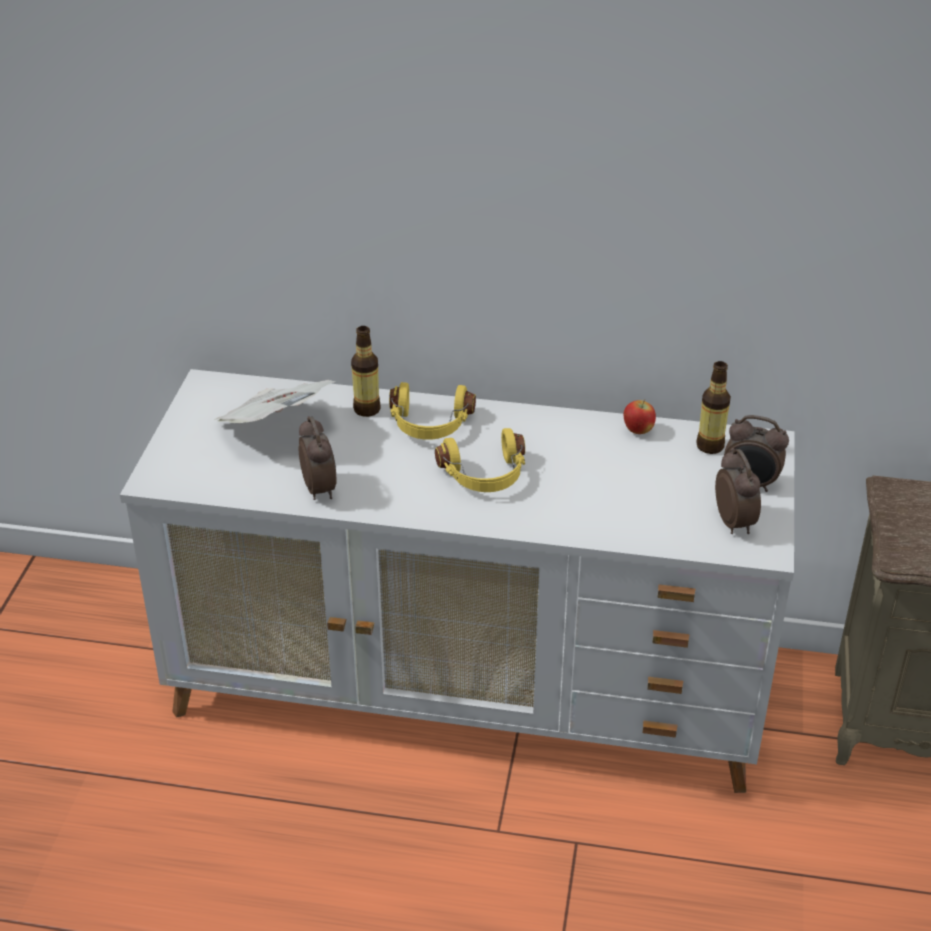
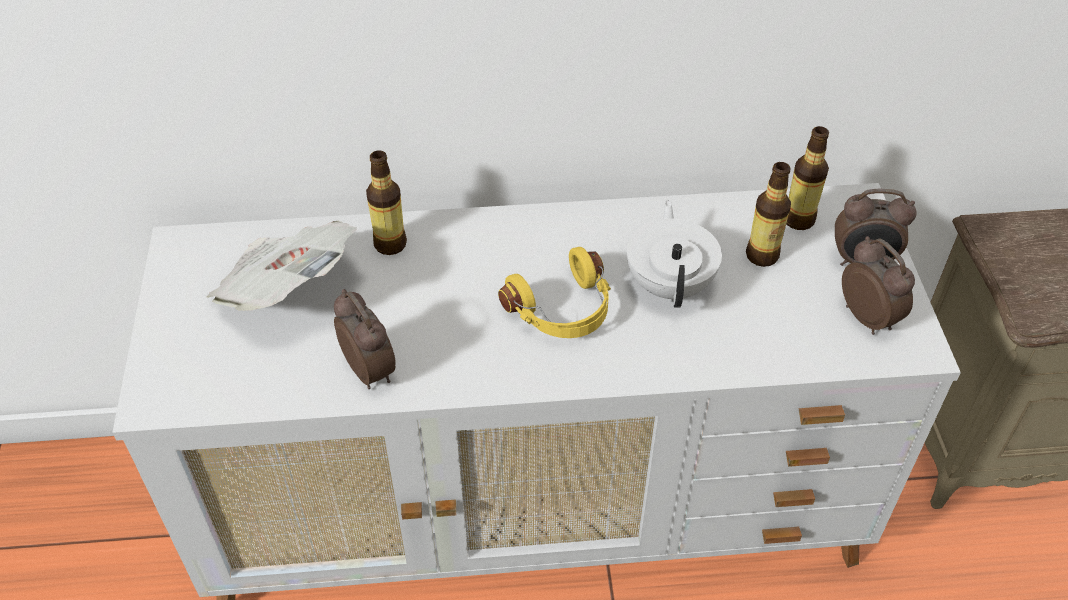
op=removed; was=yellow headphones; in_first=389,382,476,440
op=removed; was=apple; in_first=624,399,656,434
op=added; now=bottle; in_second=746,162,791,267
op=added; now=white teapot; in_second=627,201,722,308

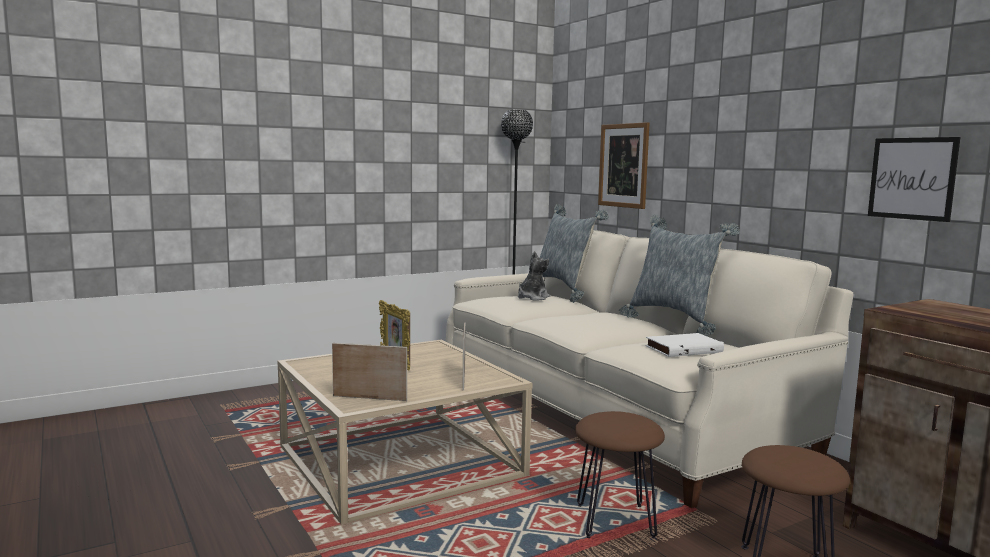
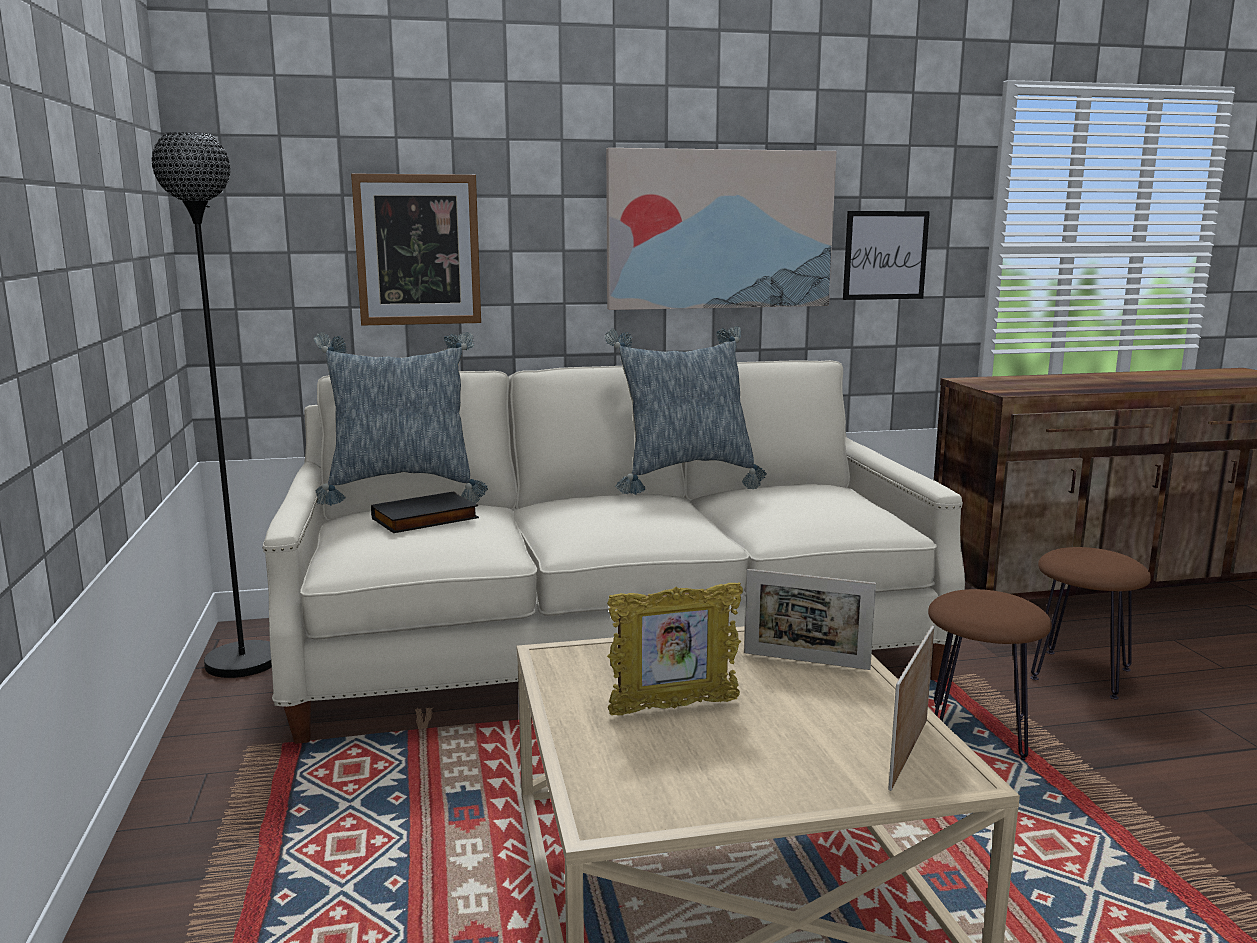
op=replaced; was=plush toy; now=black book; in_first=518,251,550,301; in_second=371,491,479,533
op=removed; was=white book; in_first=645,333,724,357
op=added; now=picture; in_second=606,148,837,310

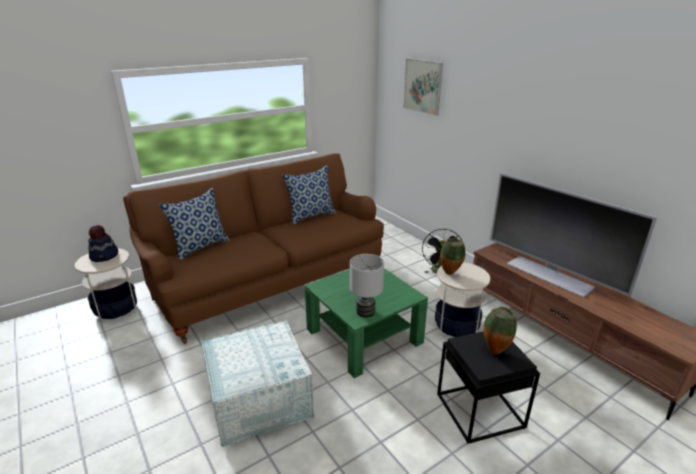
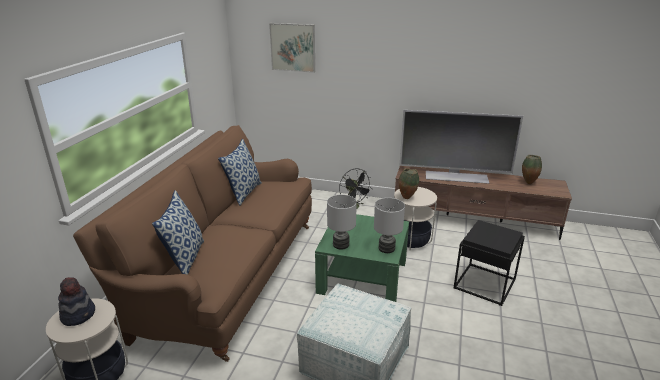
op=moved; was=vase; in_first=483,306,517,354; in_second=522,155,542,184
op=added; now=grey table lamp; in_second=327,194,357,250

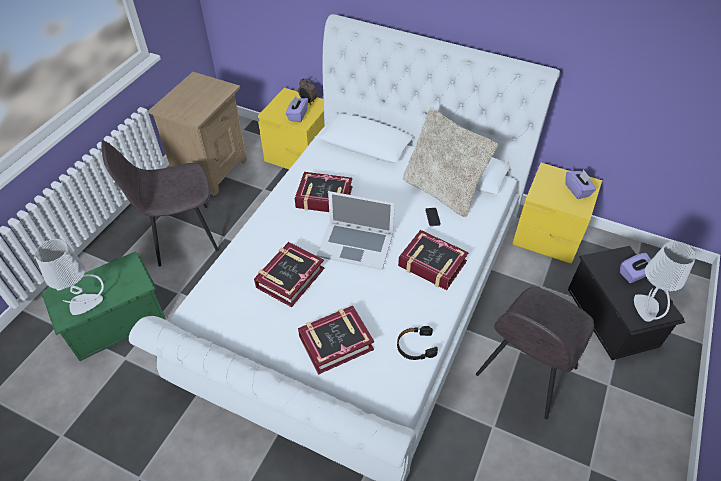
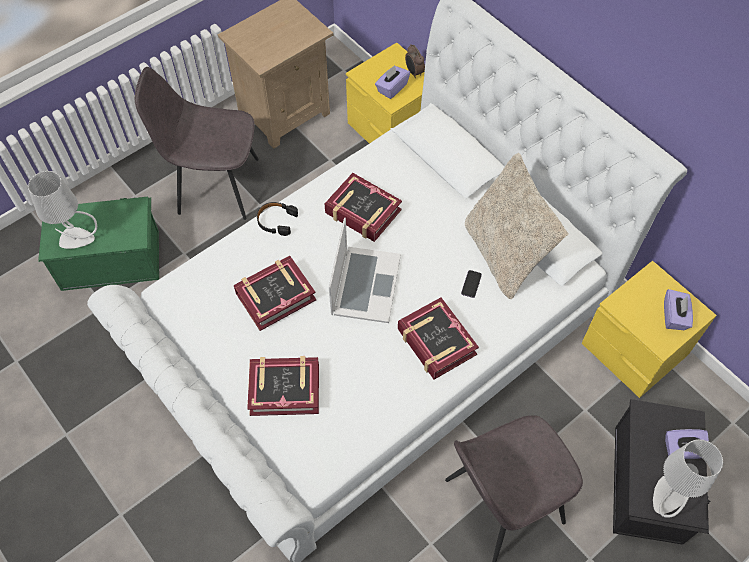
op=turned; was=laptop; in_first=317,191,395,270; in_second=329,218,401,323; clockwise=-120
op=moved; was=black headphones; in_first=397,326,438,360; in_second=257,202,298,236

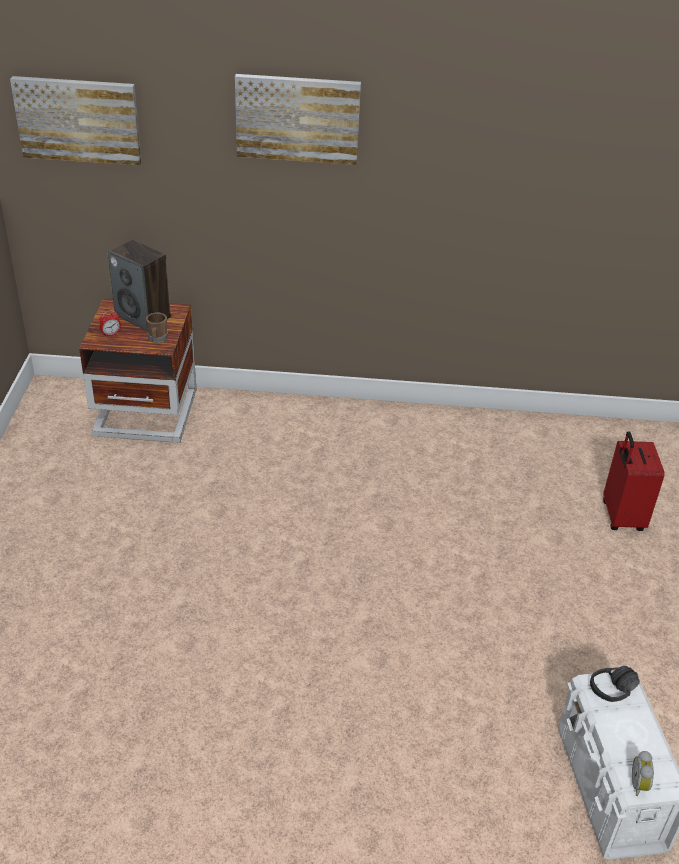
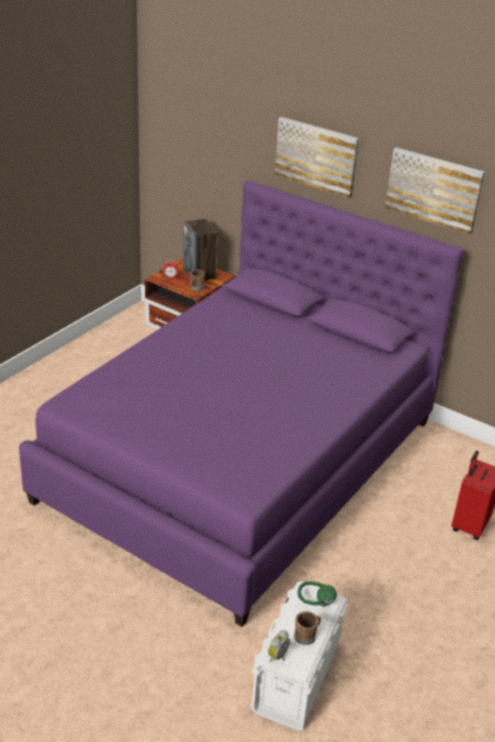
op=moved; was=picture; in_first=10,76,141,165; in_second=385,147,485,234
op=recoloured; was=black headphones; now=green headphones; in_first=590,666,640,702; in_second=298,581,337,607
op=added; now=purple bed; in_second=19,180,464,627
op=added; now=brown mug; in_second=294,611,321,645

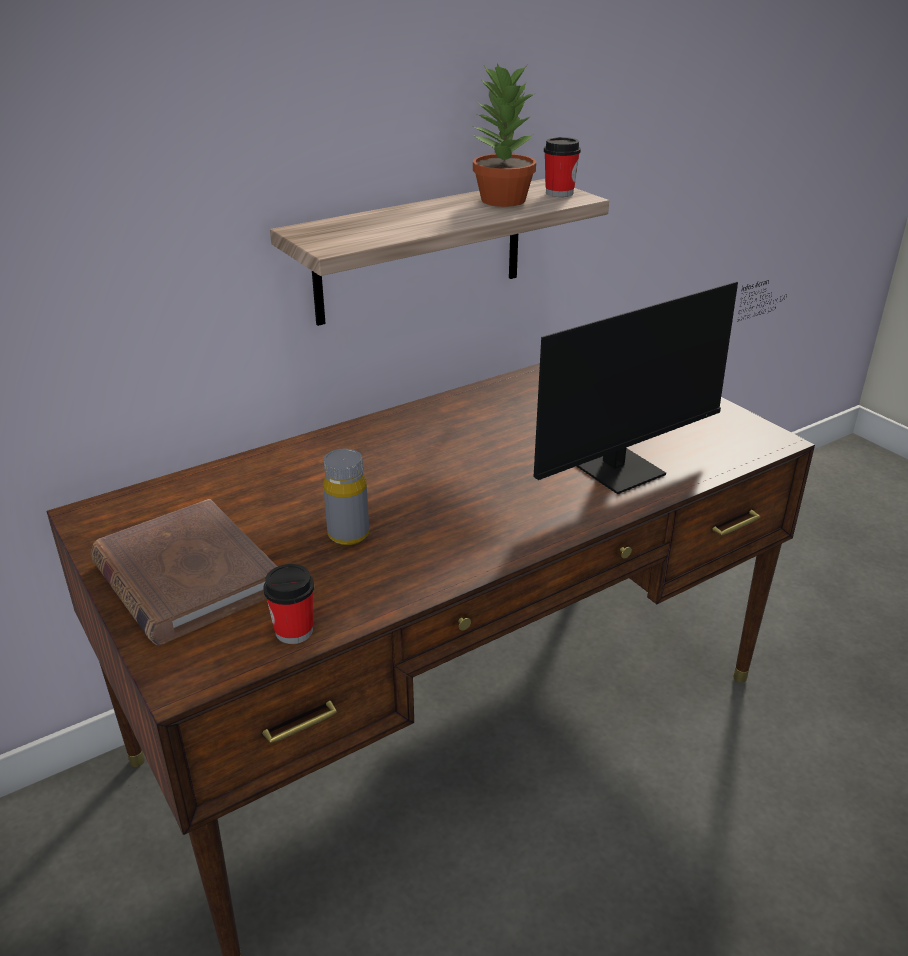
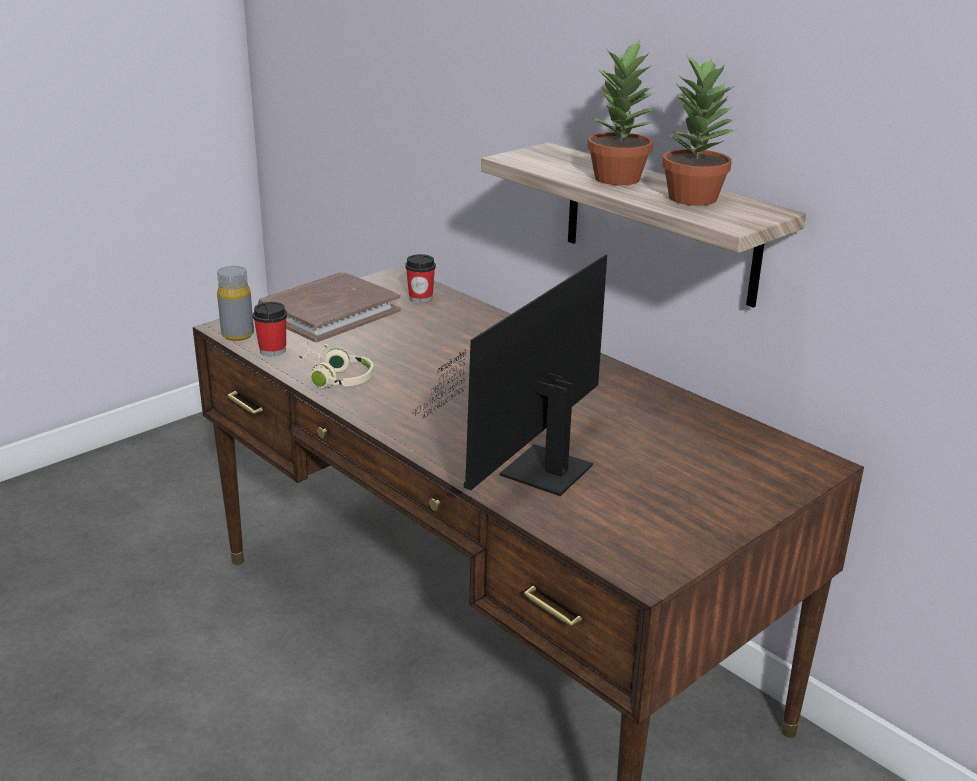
op=moved; was=cup; in_first=544,137,581,197; in_second=405,254,436,303
op=turned; was=monitor; in_first=534,280,785,494; in_second=413,254,607,496; clockwise=75
op=moved; was=grey bottle; in_first=323,449,369,545; in_second=217,266,254,341
op=added; now=potted plant; in_second=587,40,654,185
op=added; now=beige headphones; in_second=299,341,374,389

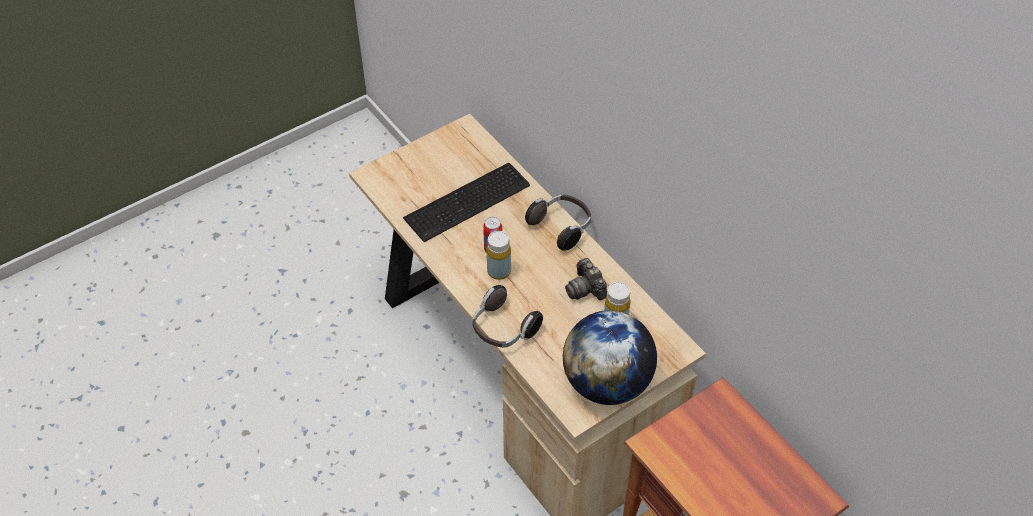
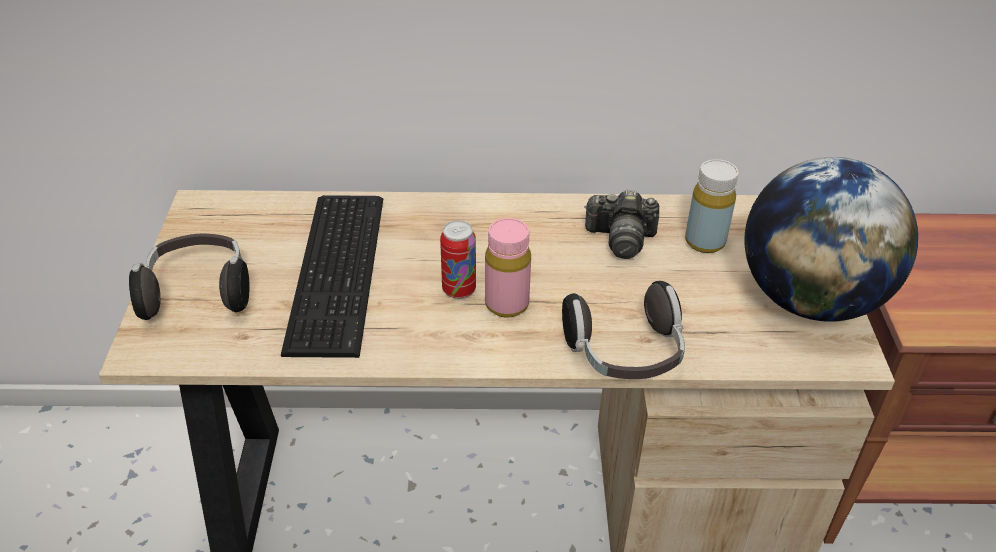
op=moved; was=headphones; in_first=525,194,591,251; in_second=129,233,250,320
op=recoloured; was=yellow bottle; now=pink bottle; in_first=487,231,511,280; in_second=485,218,531,318

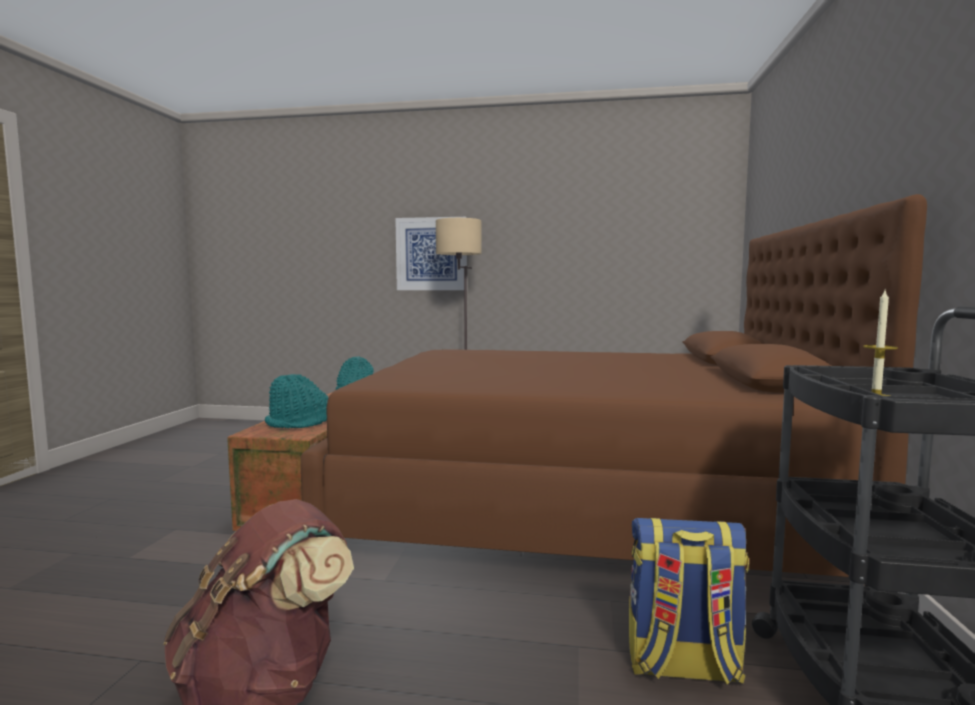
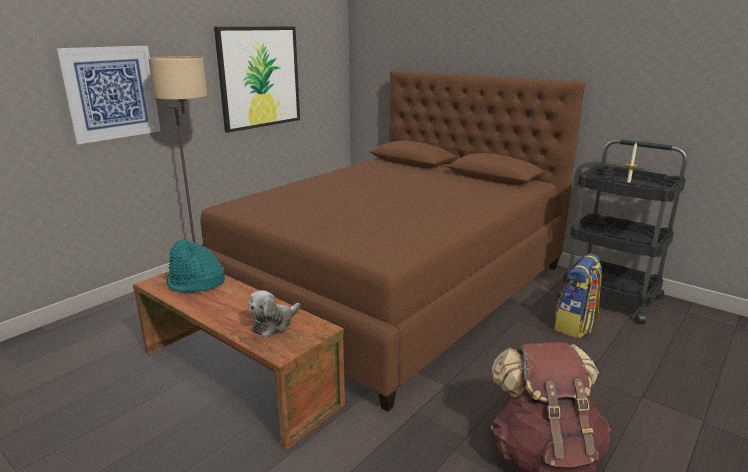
op=replaced; was=turquoise hat; now=plush toy; in_first=265,374,328,428; in_second=248,290,300,338
op=added; now=picture; in_second=214,27,300,133

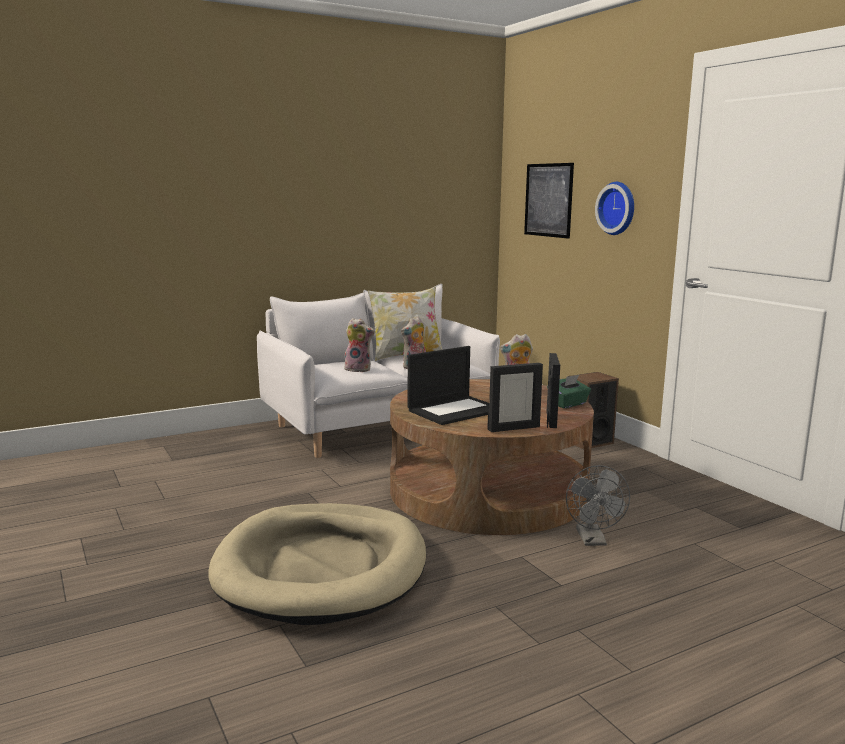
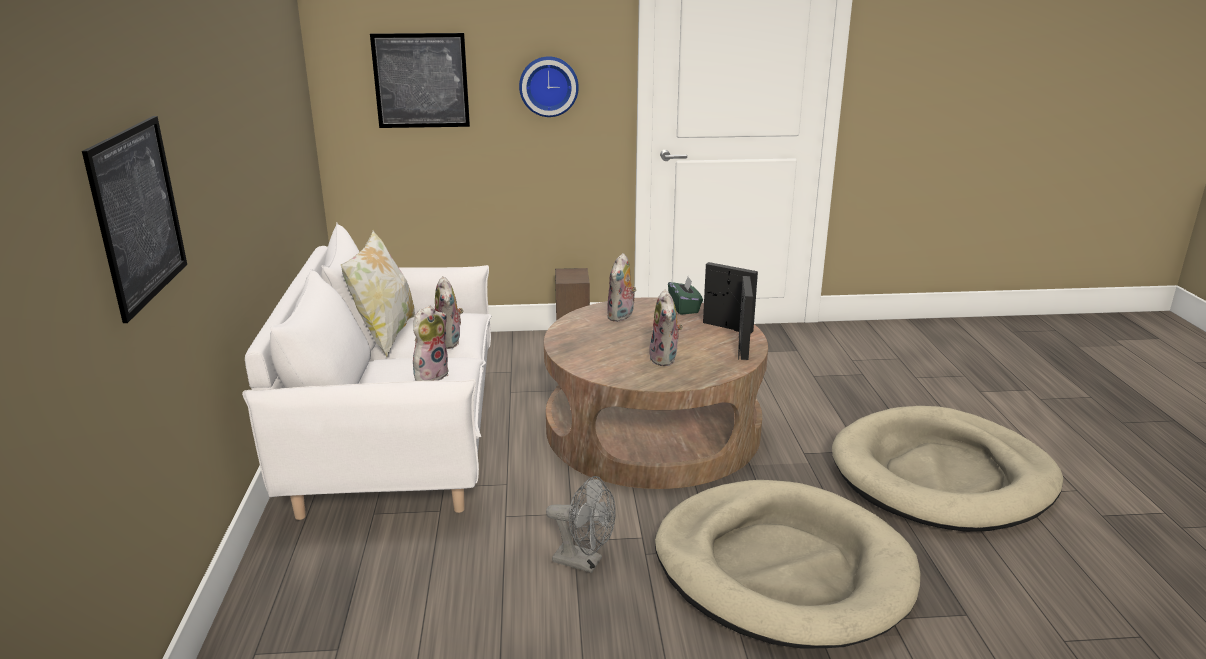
op=replaced; was=laptop; now=plush toy; in_first=408,346,489,425; in_second=649,290,683,366
op=moved; was=grey fan; in_first=566,465,630,546; in_second=546,476,616,573
op=added; now=picture; in_second=82,116,187,323
op=added; now=beige dog bed; in_second=832,406,1063,532

